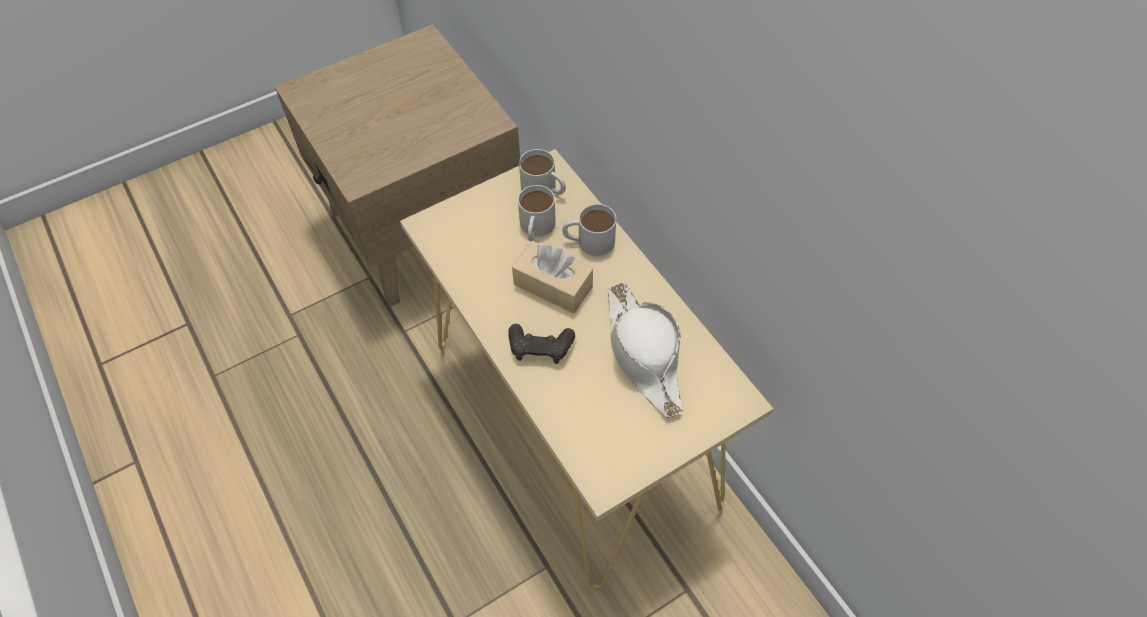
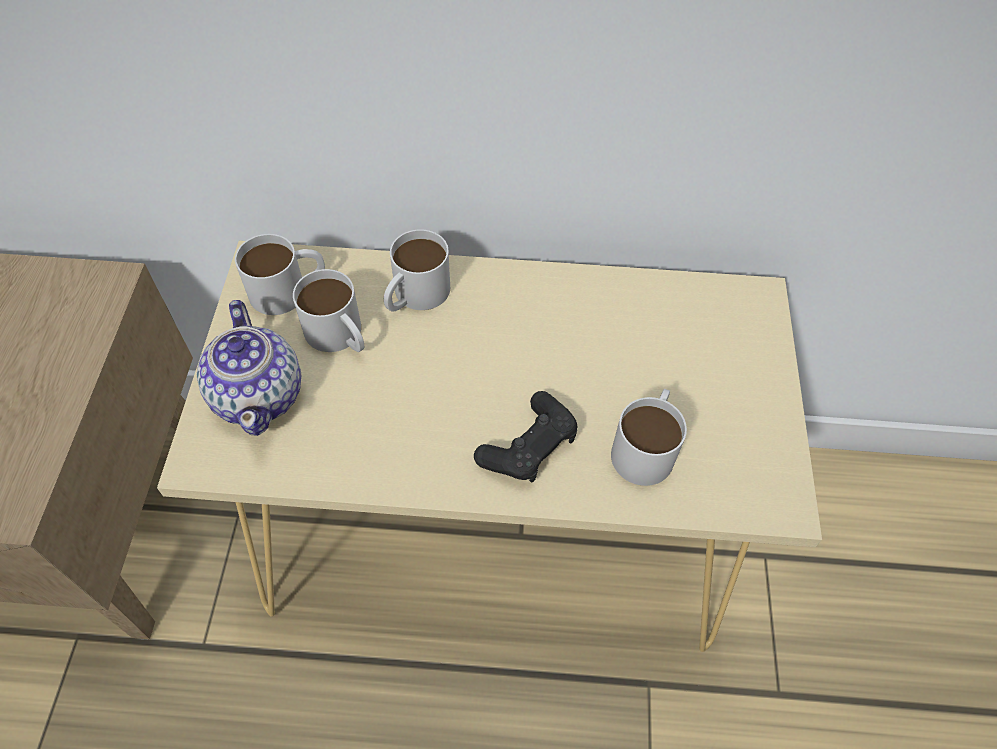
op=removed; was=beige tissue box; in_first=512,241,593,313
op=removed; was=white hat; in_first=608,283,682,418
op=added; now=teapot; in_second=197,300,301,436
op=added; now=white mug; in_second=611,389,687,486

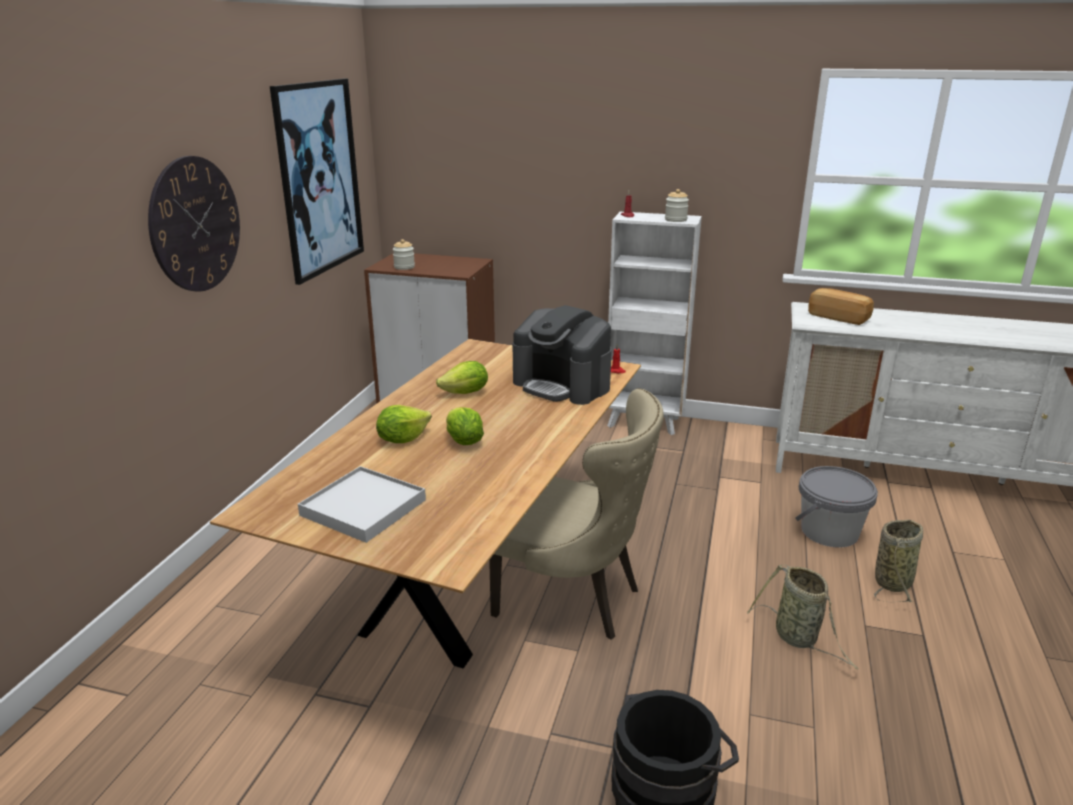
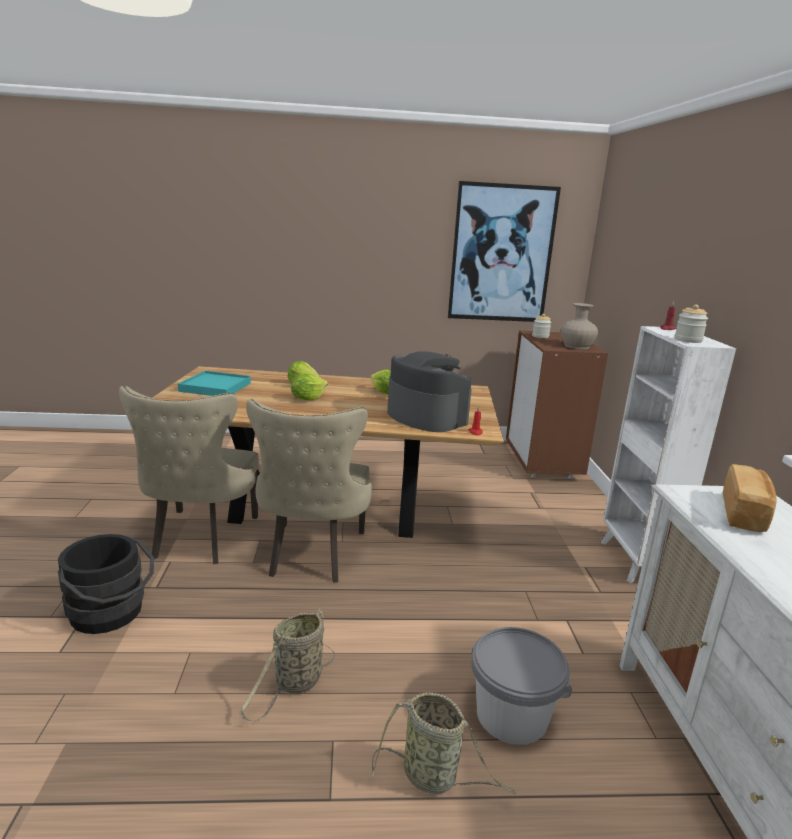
op=removed; was=wall clock; in_first=148,156,240,291
op=turned; was=coffee machine; in_first=513,305,612,405; in_second=387,351,472,432; clockwise=120
op=recoloured; was=white tray; now=turquoise tray; in_first=298,466,426,543; in_second=178,371,251,396
op=added; now=beige vase; in_second=561,303,598,349
op=added; now=beige chair; in_second=119,386,259,564

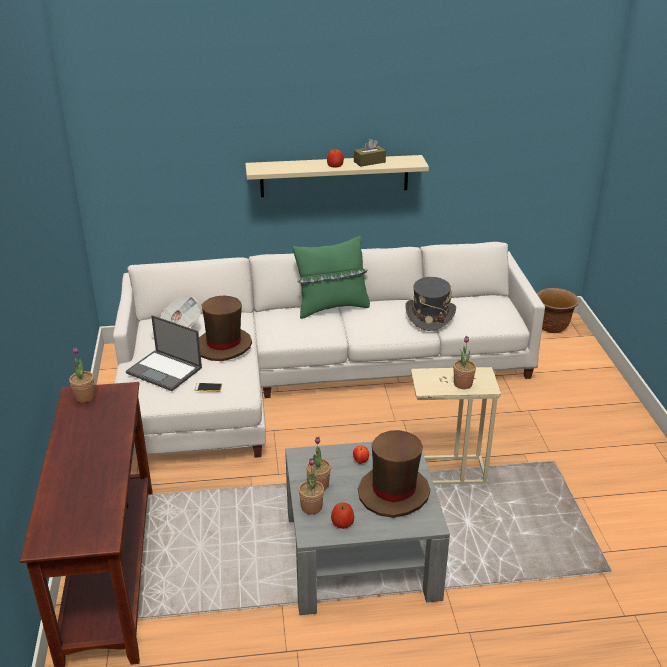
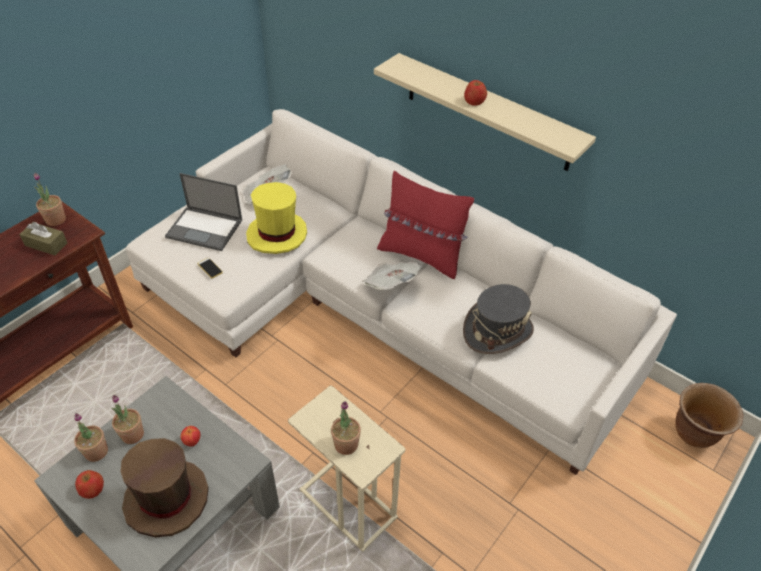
op=moved; was=brown tissue box; in_first=354,139,386,167; in_second=19,222,67,255
op=recoloured; was=green pillow; now=red pillow; in_first=293,236,370,319; in_second=377,171,474,279
op=recoloured; was=brown hat; now=yellow hat; in_first=199,295,252,361; in_second=246,182,307,254
op=turned; was=laptop; in_first=126,315,202,391; in_second=165,173,242,251; clockwise=-60
op=added; now=newspaper; in_second=362,262,422,290

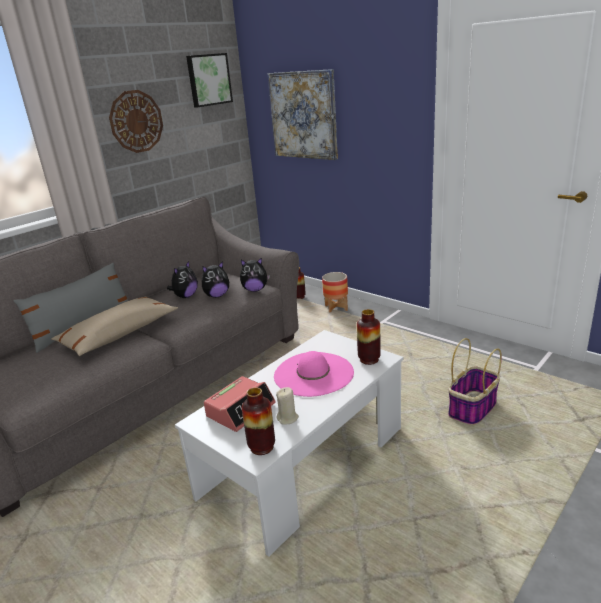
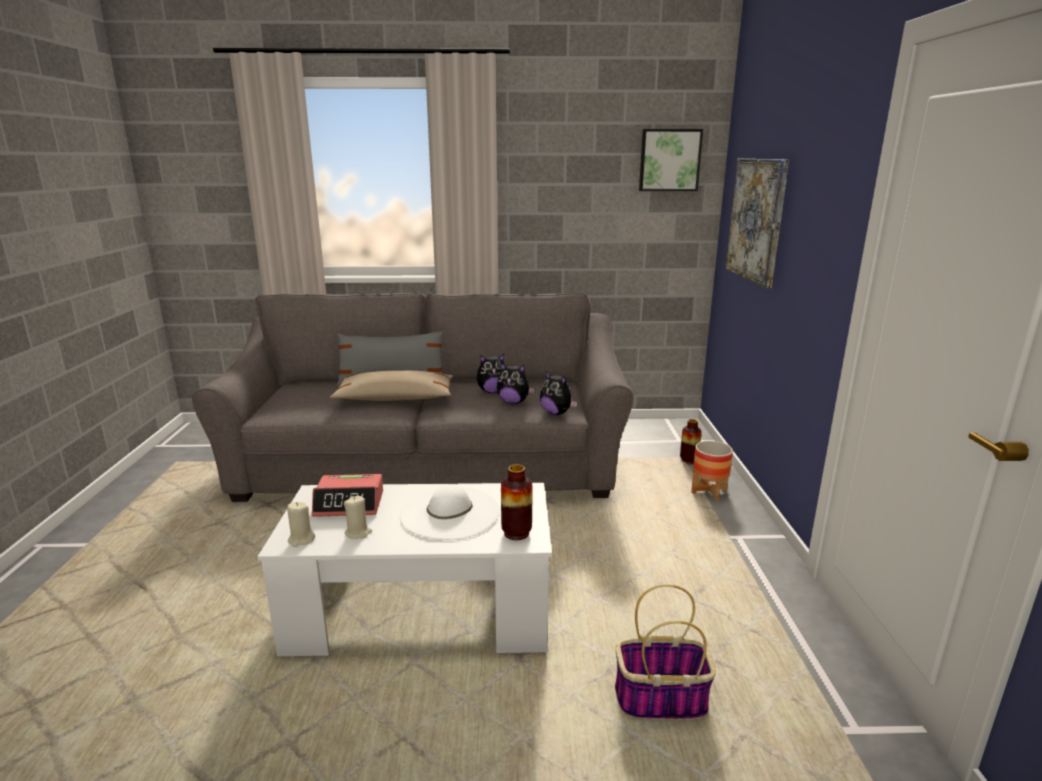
op=removed; was=wall clock; in_first=109,90,163,153
op=recoloured; was=pink hat; now=white hat; in_first=274,351,354,397; in_second=400,485,500,540
op=replaced; was=vase; now=beige candle; in_first=242,387,275,455; in_second=287,502,315,547

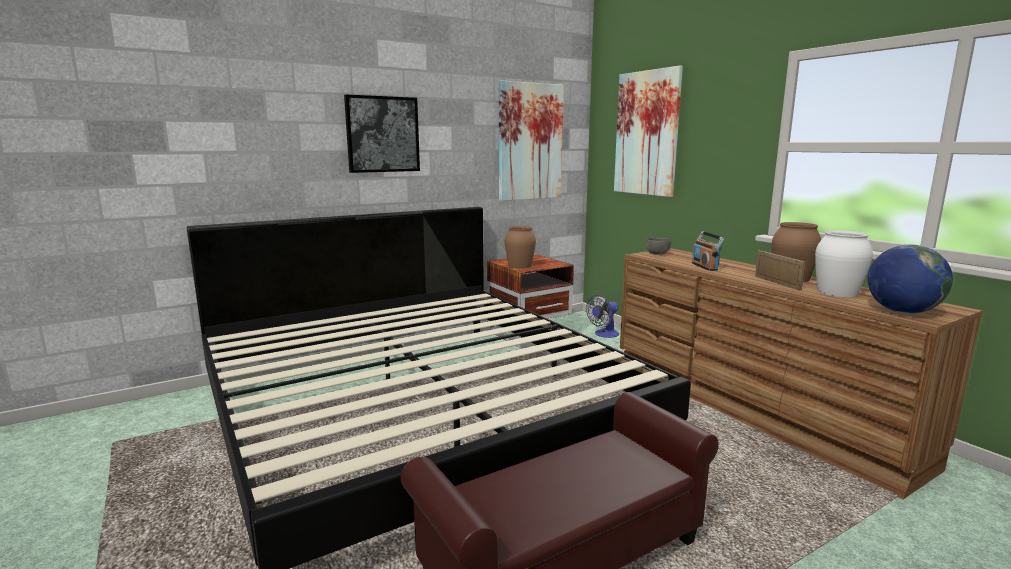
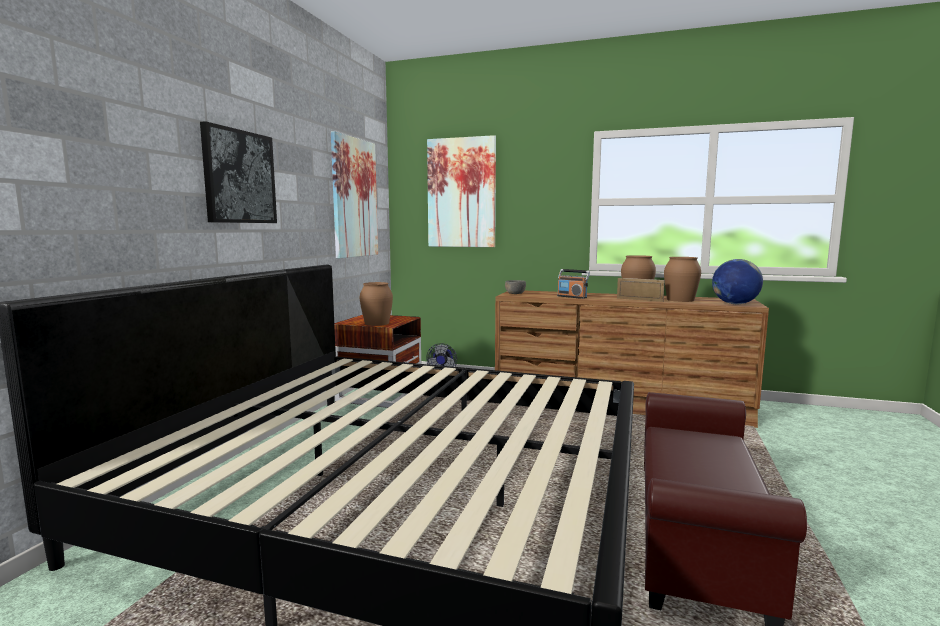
op=recoloured; was=white vase; now=brown vase; in_first=815,230,873,297; in_second=664,257,701,302

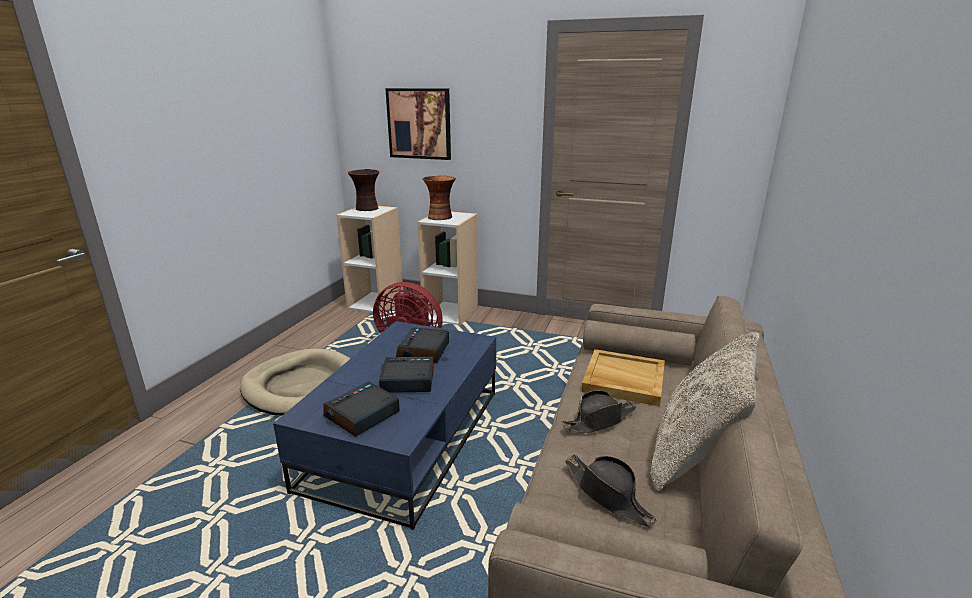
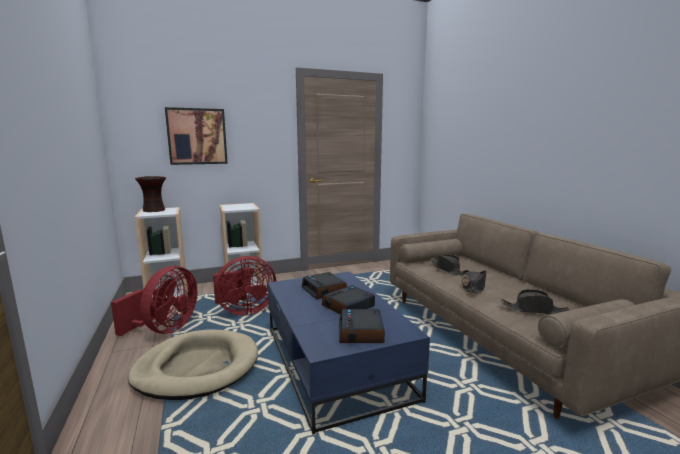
op=removed; was=vase; in_first=423,176,456,220
op=removed; was=beige pillow; in_first=651,332,759,492
op=replaced; was=beige tray; now=black hat; in_first=581,349,665,406; in_second=430,255,462,275
op=added; now=red fan; in_second=111,266,197,336

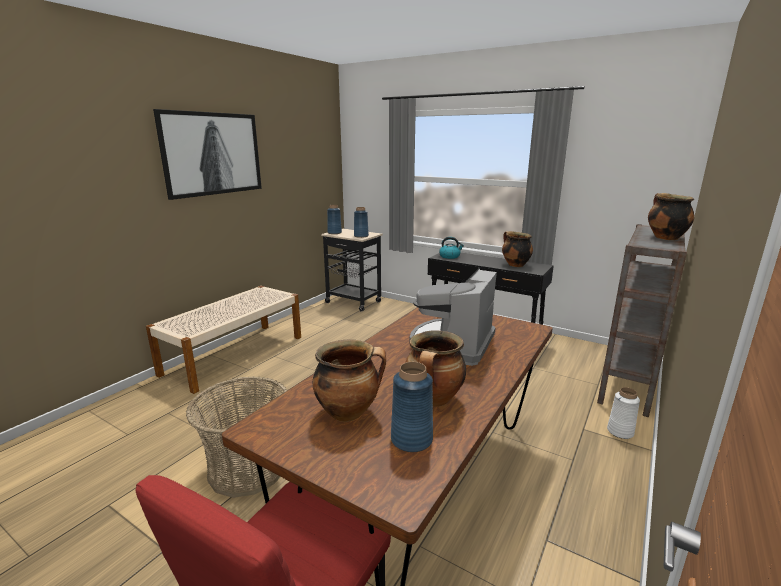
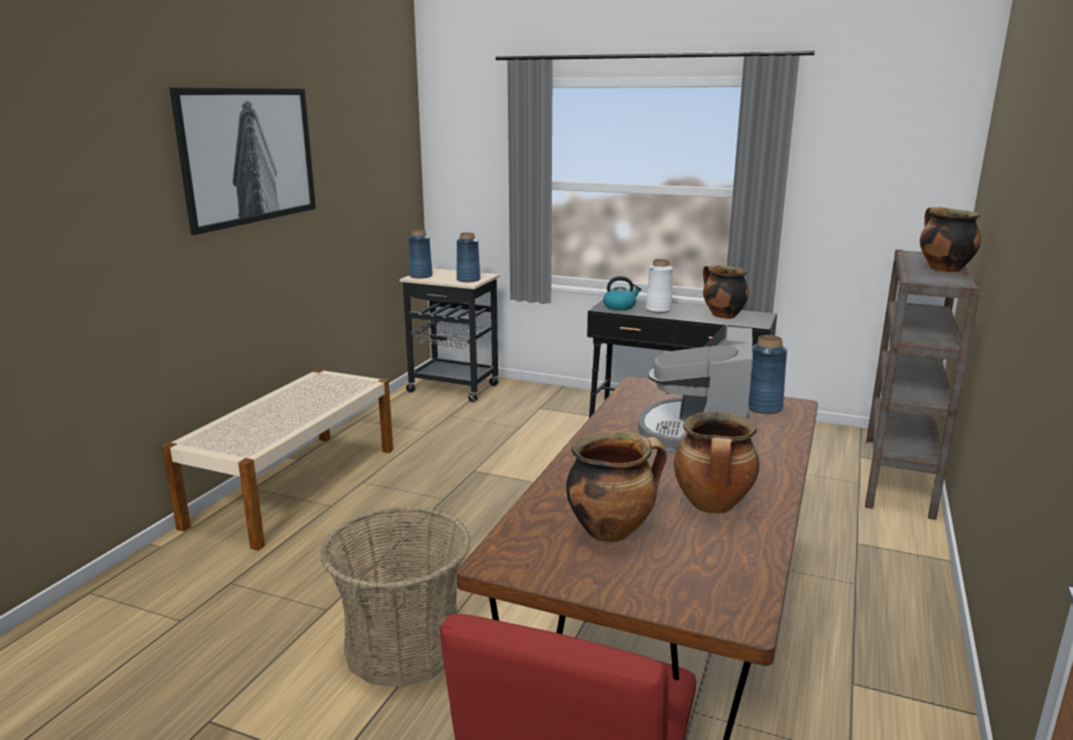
op=moved; was=blue vase; in_first=391,362,433,452; in_second=749,335,787,414
op=moved; was=white vase; in_first=607,387,640,439; in_second=646,259,673,313

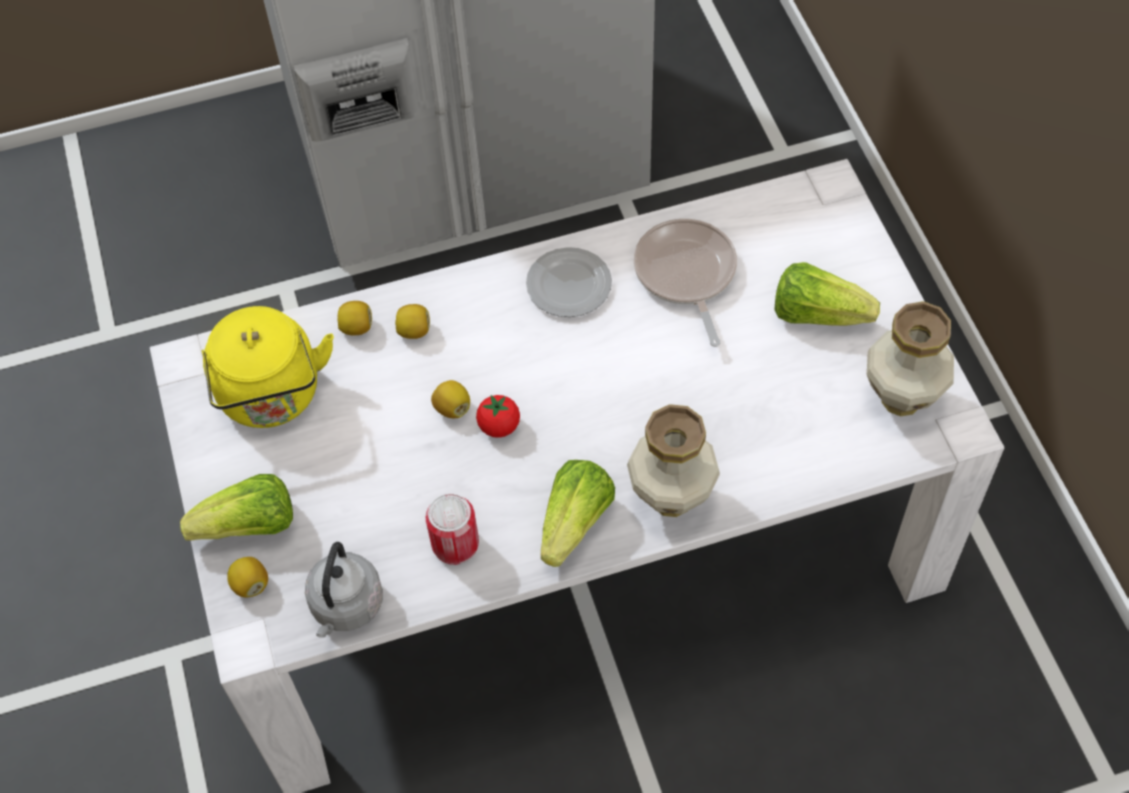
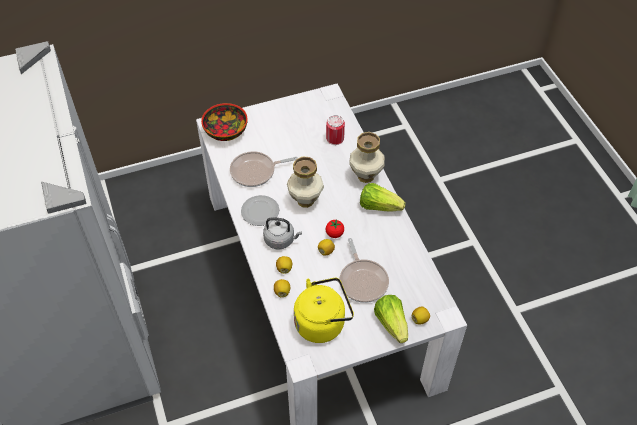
op=removed; was=lettuce; in_first=775,262,880,326
op=moved; was=vase; in_first=867,301,954,416; in_second=287,156,324,208
op=moved; was=can; in_first=426,494,479,565; in_second=326,115,345,145
op=moved; was=grey kettle; in_first=305,542,383,638; in_second=263,217,302,249
op=added; now=bowl; in_second=201,103,248,141
op=added; now=frying pan; in_second=339,238,389,303

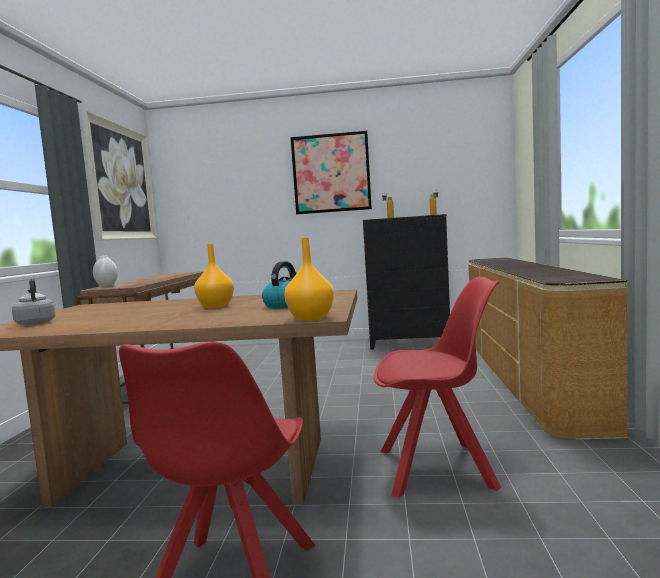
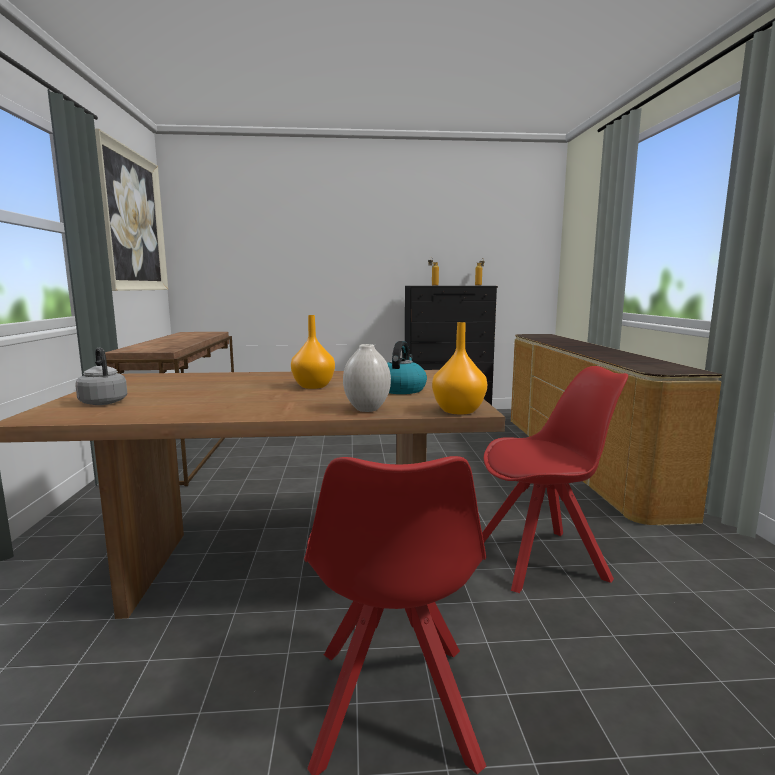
op=removed; was=picture; in_first=291,131,372,214
op=moved; was=white vase; in_first=93,256,118,287; in_second=343,344,391,412

